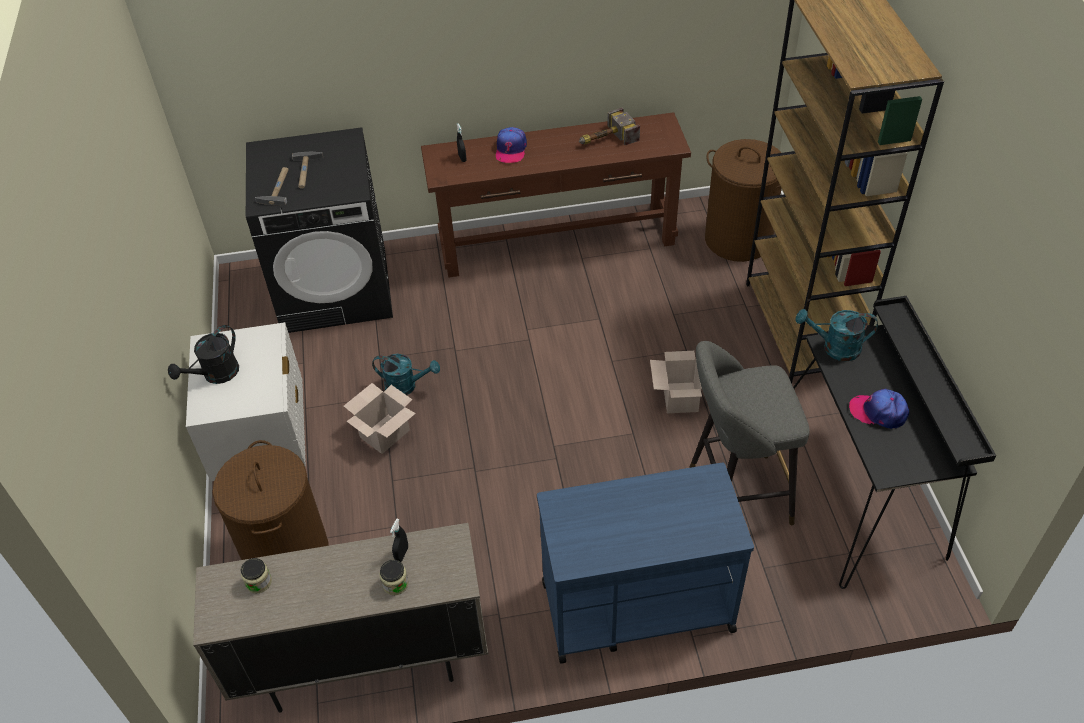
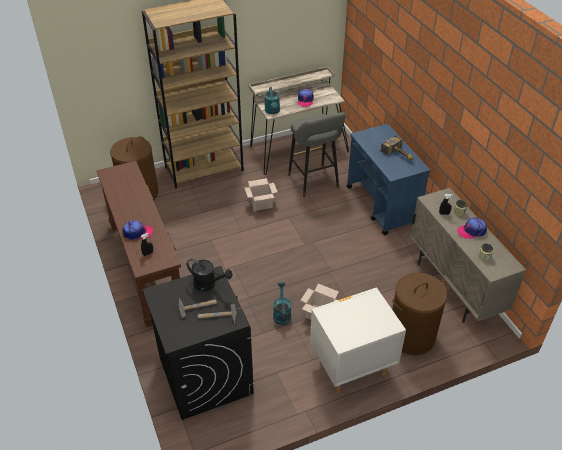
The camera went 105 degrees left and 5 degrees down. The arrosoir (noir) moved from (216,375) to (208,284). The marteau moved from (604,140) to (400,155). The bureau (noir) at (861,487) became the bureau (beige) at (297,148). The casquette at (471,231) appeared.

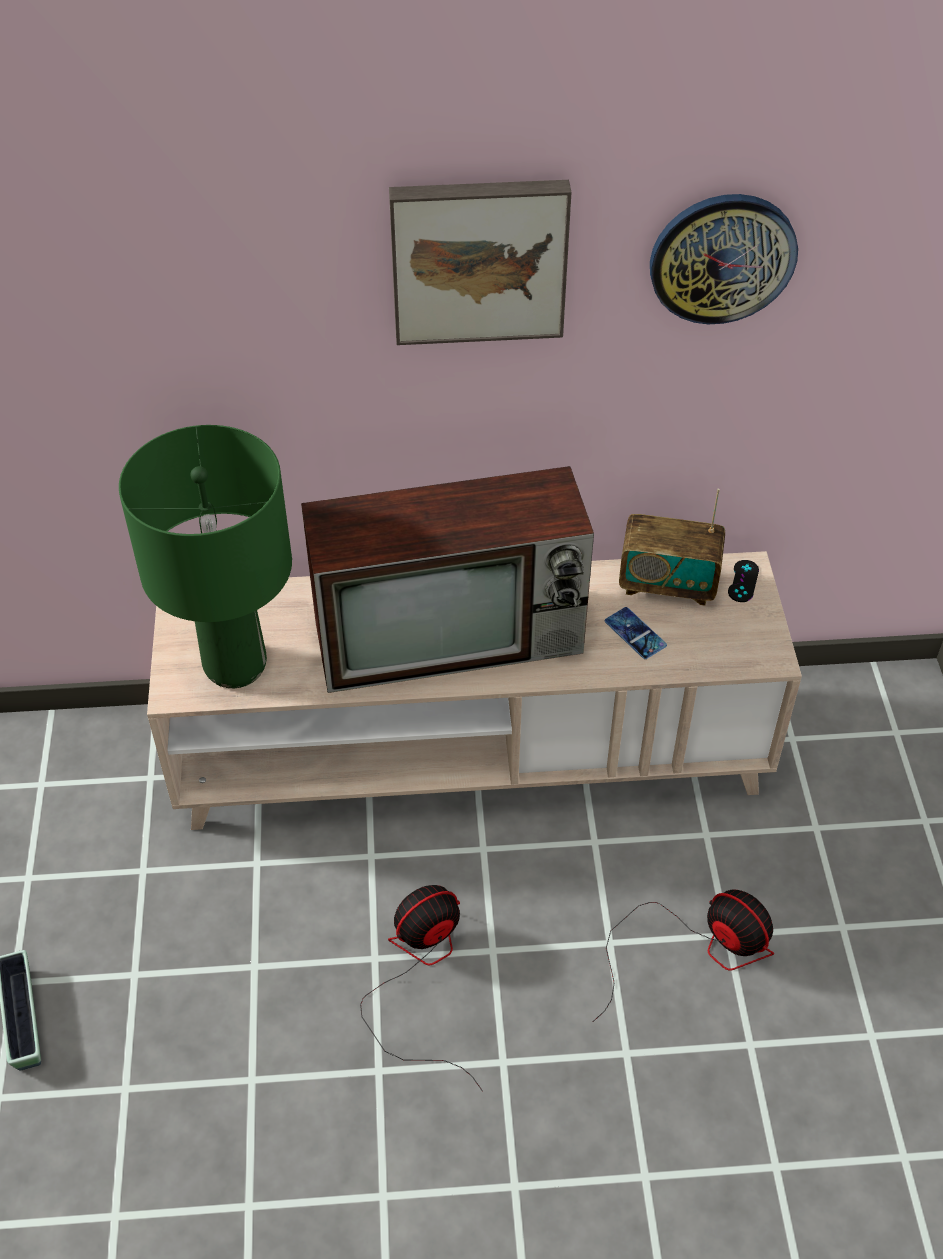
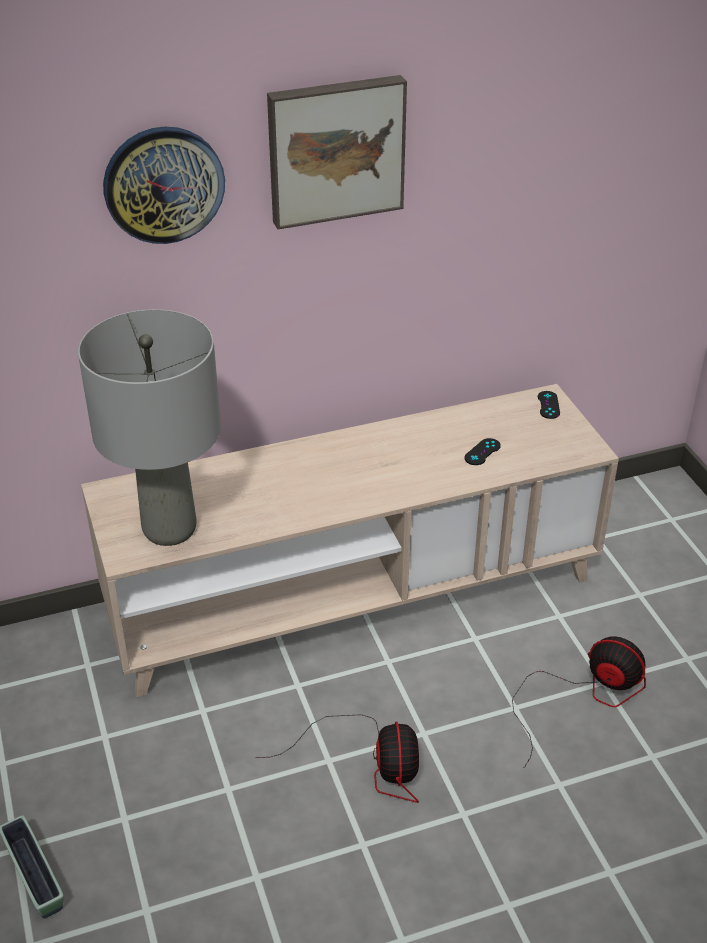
The camera went 15 degrees left and 10 degrees down. The lampe de table (vert) at (235,666) became the lampe de table (gris) at (170,529). The téléviseur at (453,636) disappeared. The ventilateur at (421,974) turned 135 degrees clockwise. The téléphone at (635,633) was replaced by the manette (noir) at (482,452). The radio at (667,583) disappeared. The horloge murale moved from (722,258) to (163,184).

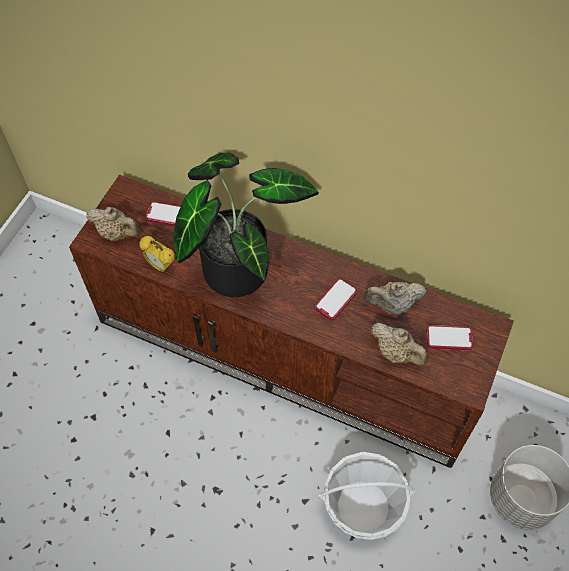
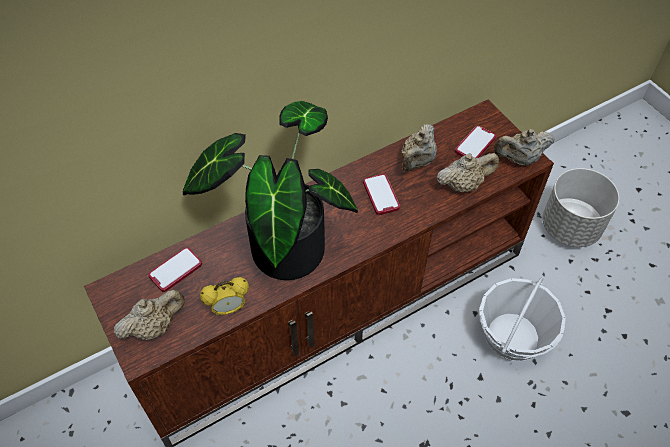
The camera went 55 degrees left and 5 degrees down. The théière (beige) at (519,159) appeared.

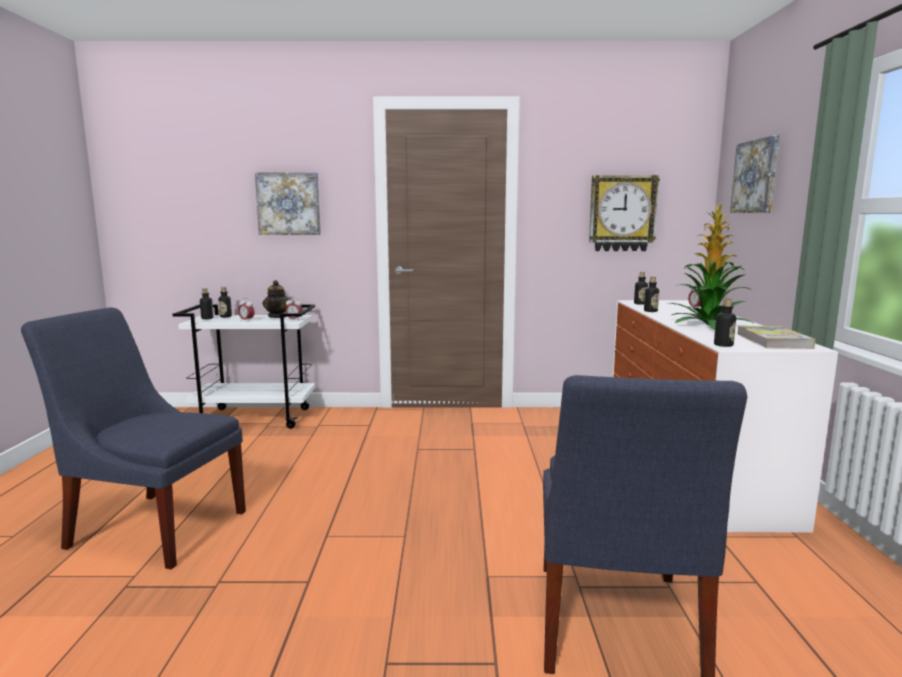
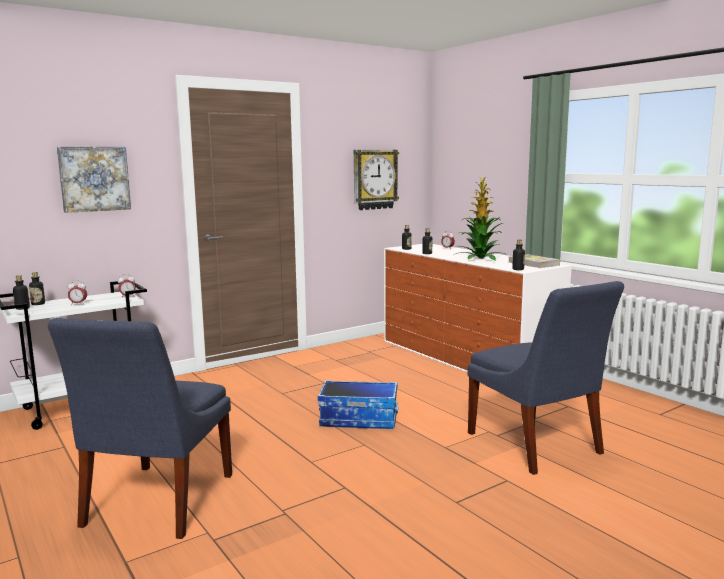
The camera went 35 degrees left and 0 degrees up. The chaise (bleu) at (153,527) turned 60 degrees counterclockwise. The théière at (278,316) disappeared. The tableau at (756,176) disappeared. The boîte de rangement at (359,419) appeared.

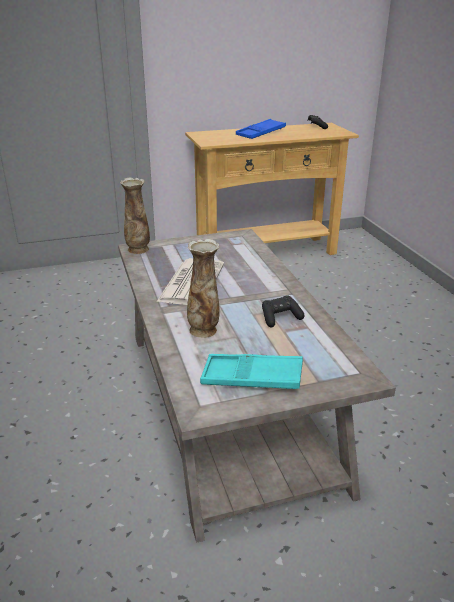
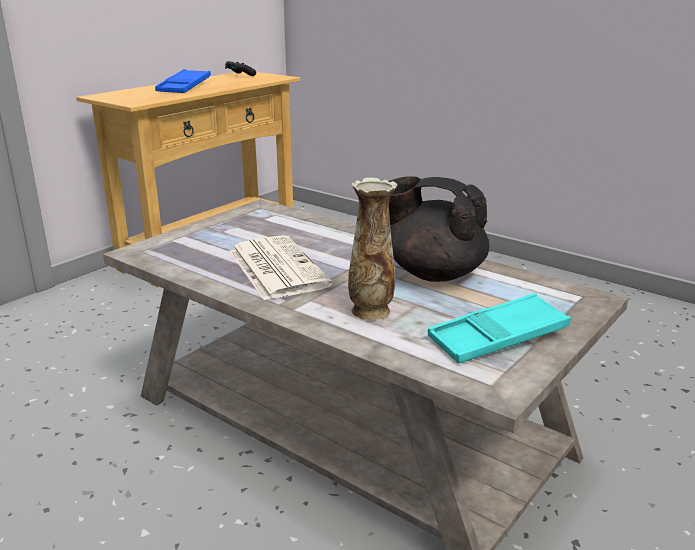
The camera went 35 degrees left and 5 degrees down. The vase at (138,250) disappeared. The manette (noir) at (280,318) was replaced by the théière (noir) at (433,273).

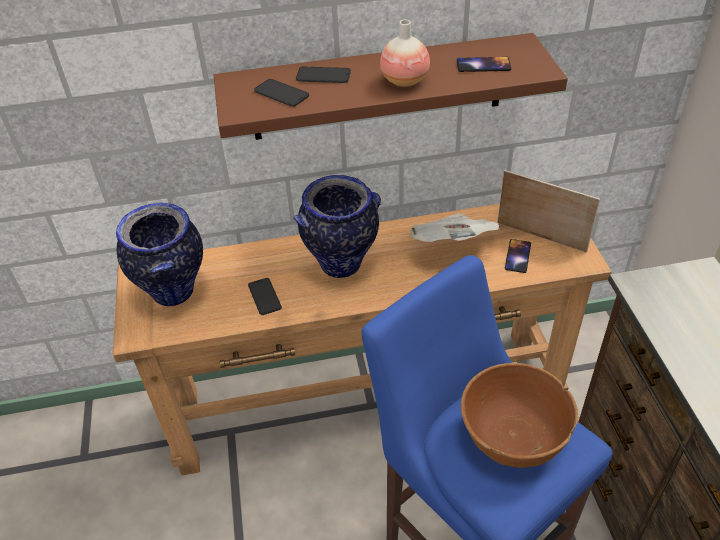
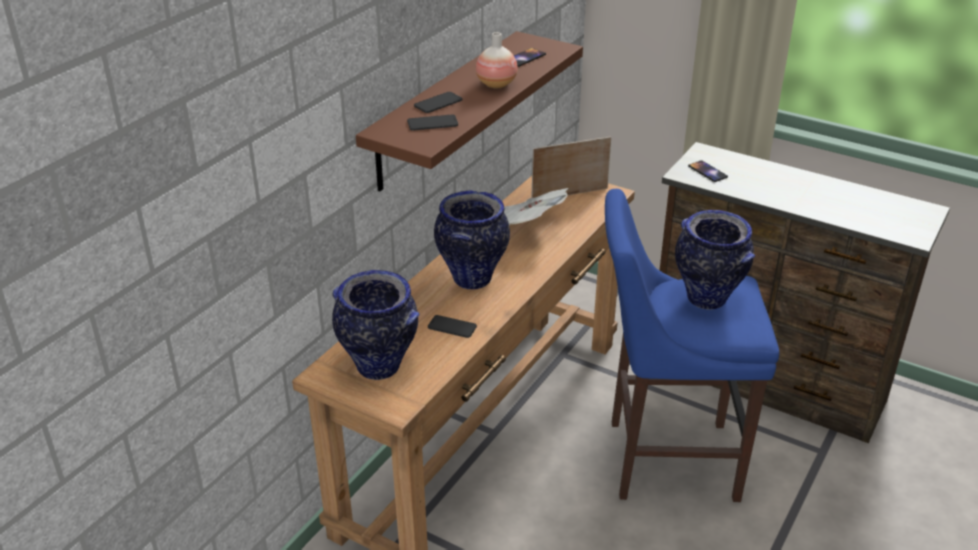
The camera went 50 degrees left and 10 degrees down. The bol (marron) at (513,436) was replaced by the vase at (707,299). The téléphone moved from (517,256) to (707,171).

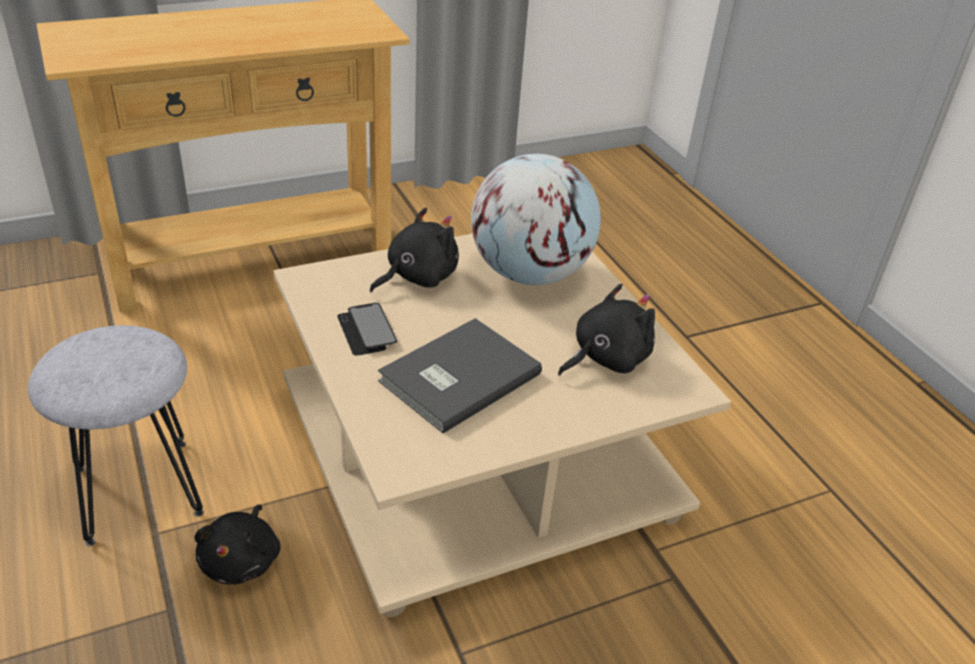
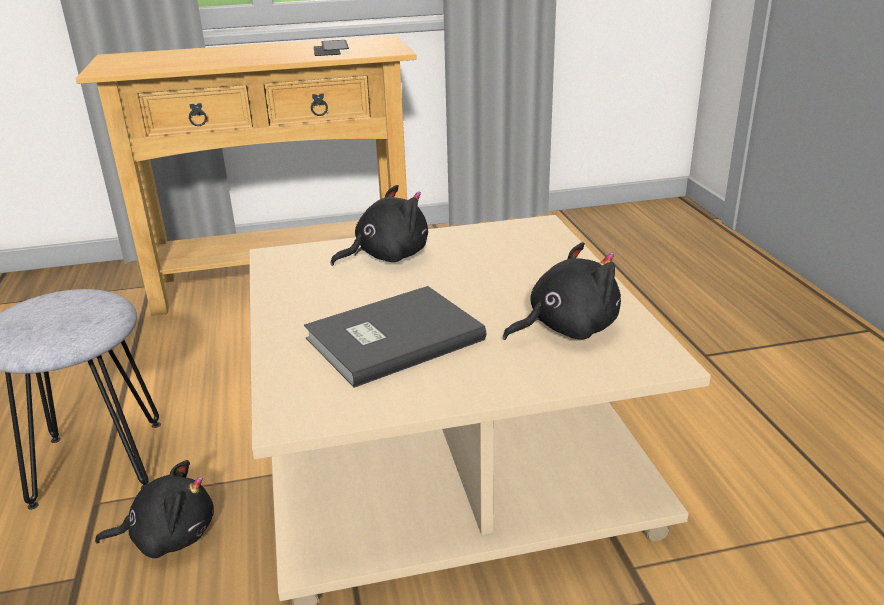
The camera went 15 degrees right and 10 degrees down. The peluche (noir) at (242,560) turned 120 degrees counterclockwise. The téléphone moved from (366,331) to (331,50). The globe at (529,273) disappeared.

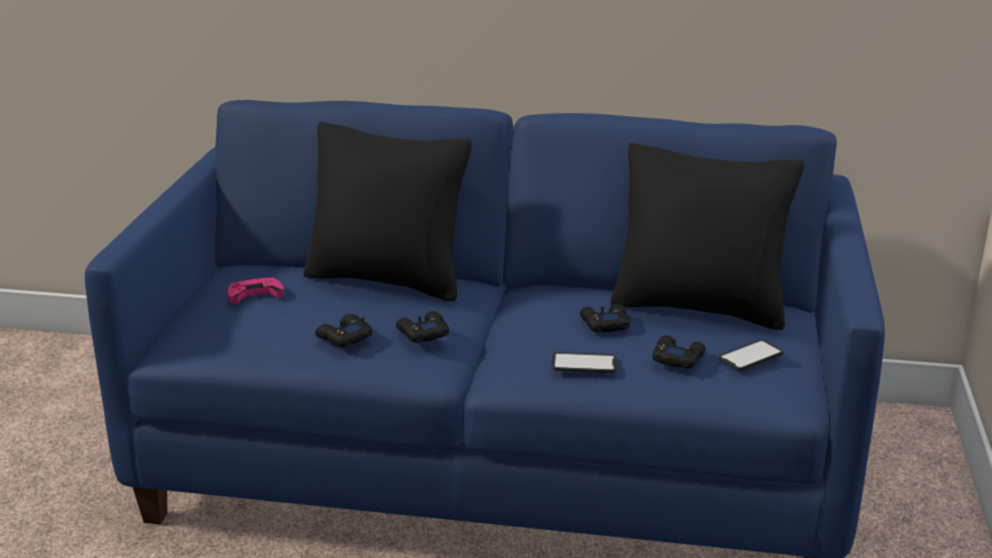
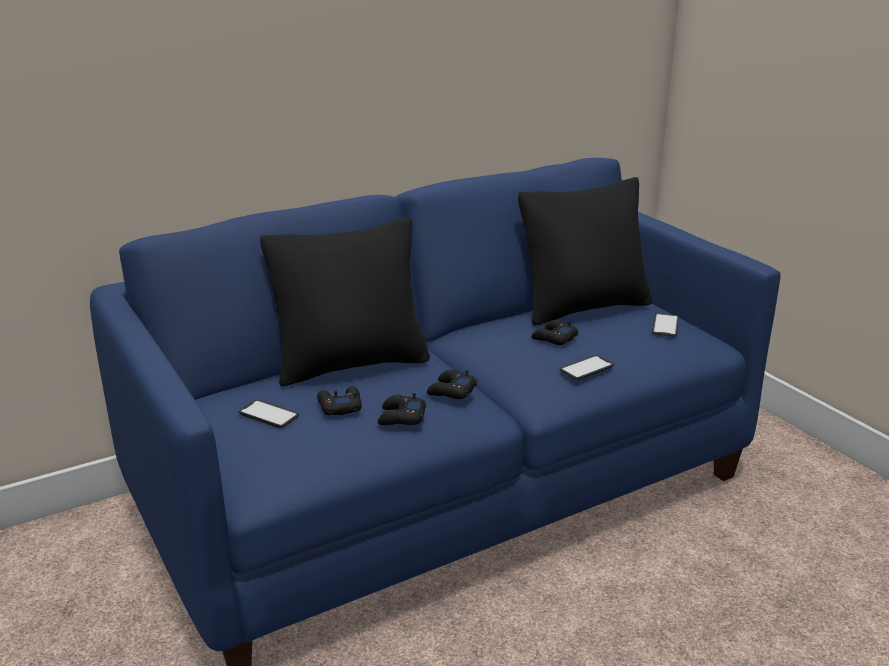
The camera went 40 degrees left and 0 degrees up. The manette (rose) at (255,294) was replaced by the téléphone at (268,415). The manette (noir) moved from (677,358) to (339,406).

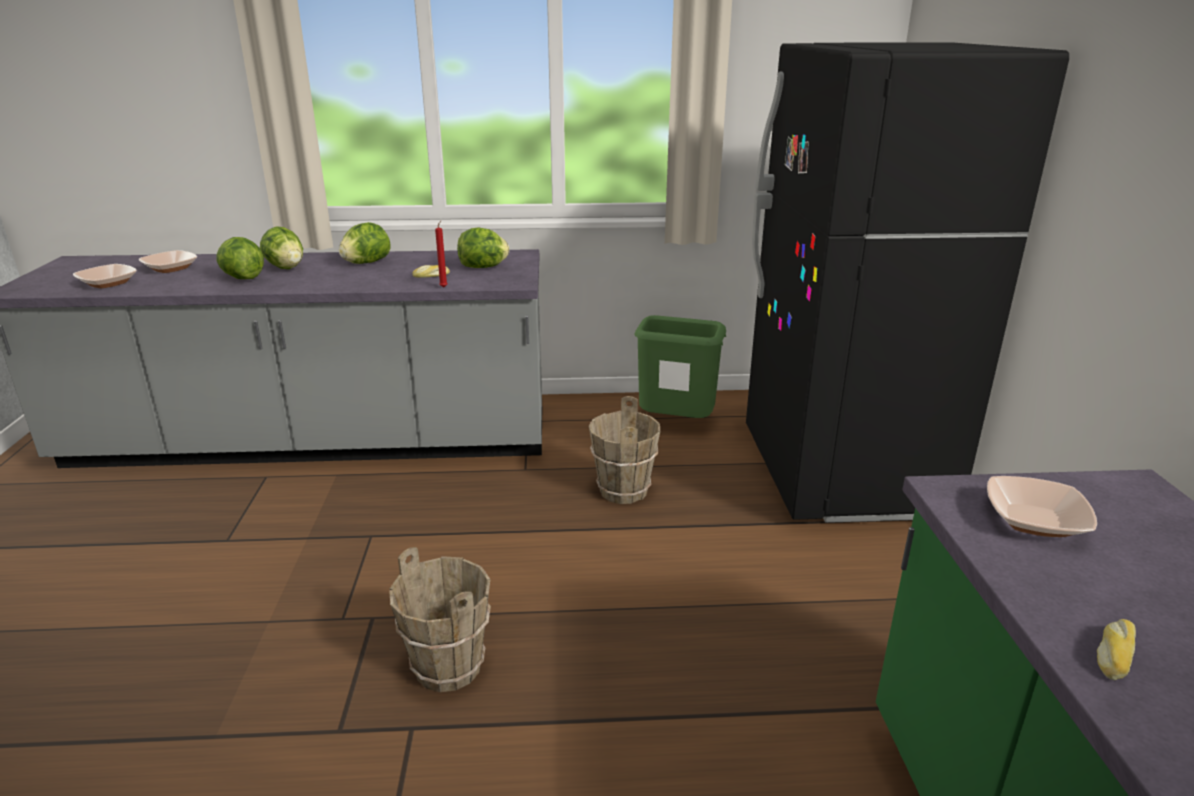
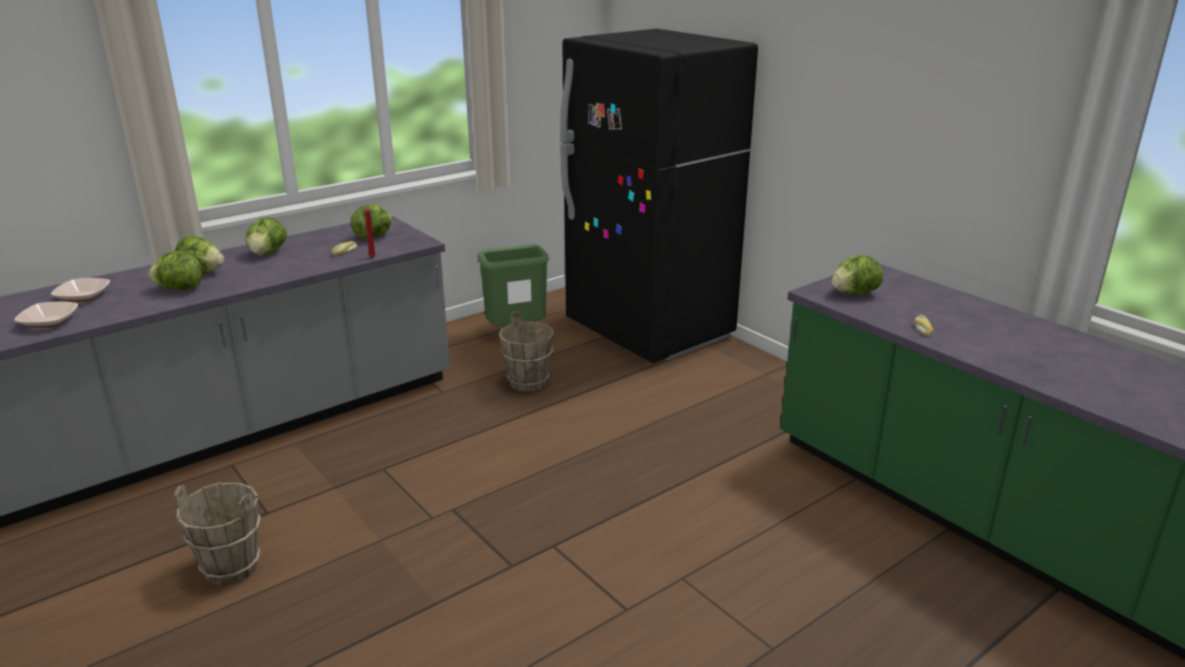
The camera went 35 degrees left and 0 degrees up. The seau (marron) moved from (449,667) to (231,567). The bol at (1034,520) was replaced by the laitue at (854,293).

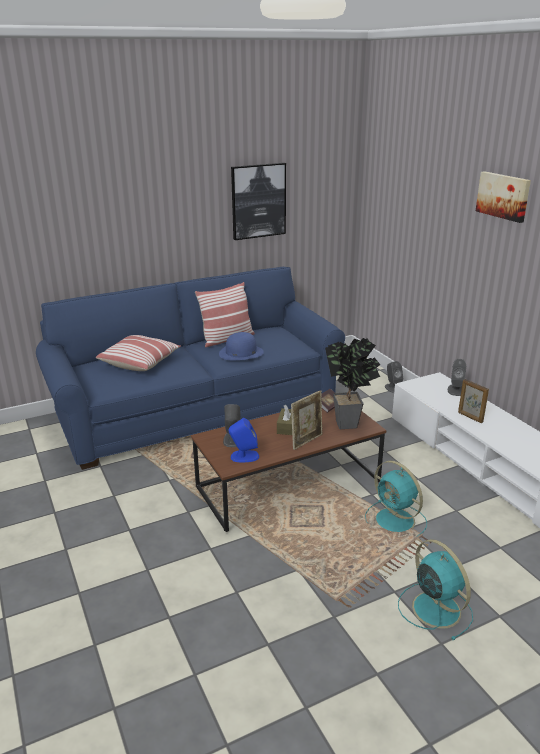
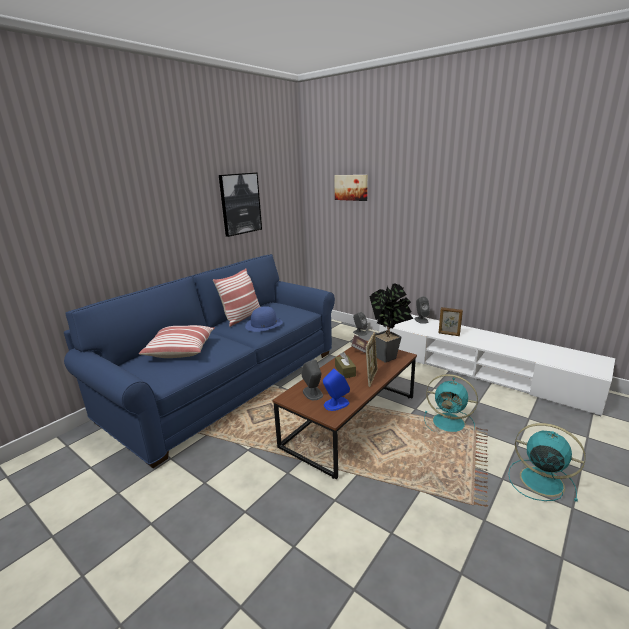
The camera went 25 degrees left and 5 degrees down. The tableau moved from (503,196) to (351,187).

